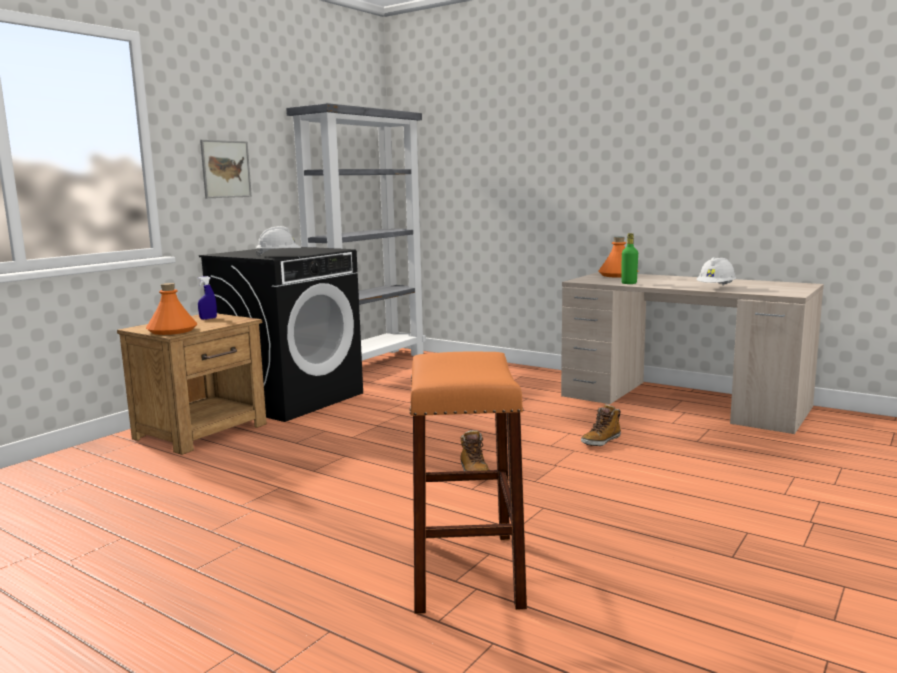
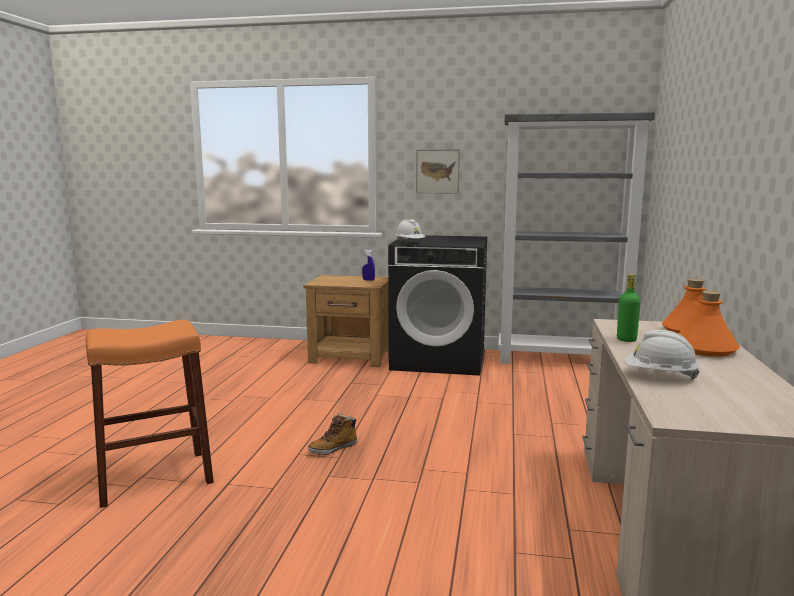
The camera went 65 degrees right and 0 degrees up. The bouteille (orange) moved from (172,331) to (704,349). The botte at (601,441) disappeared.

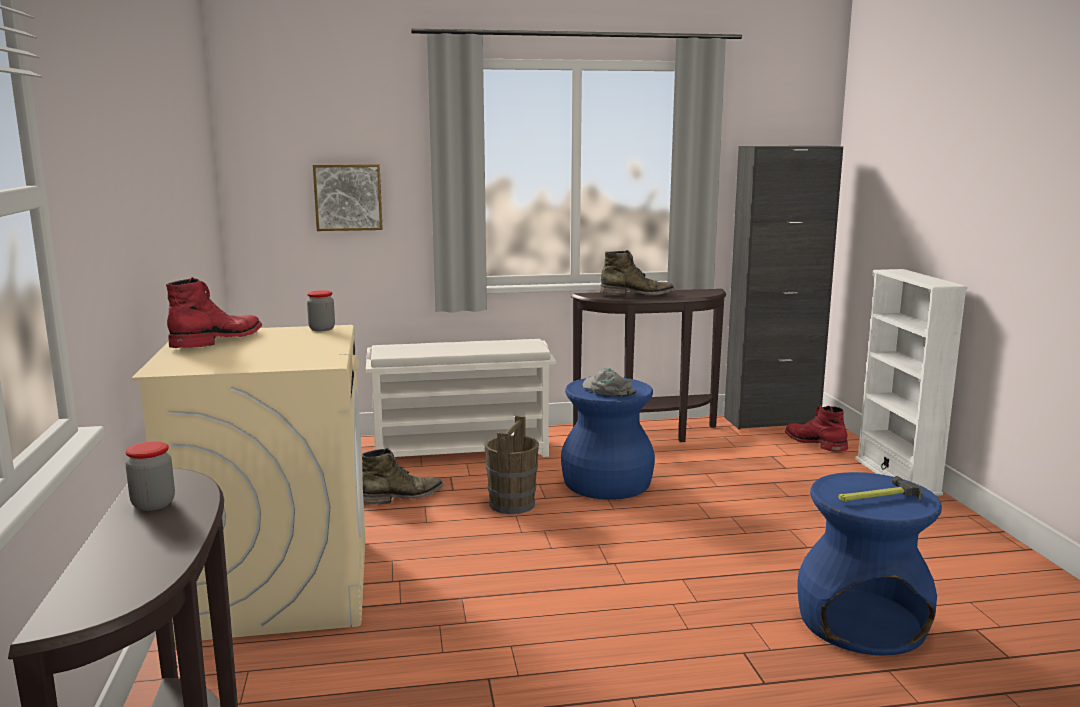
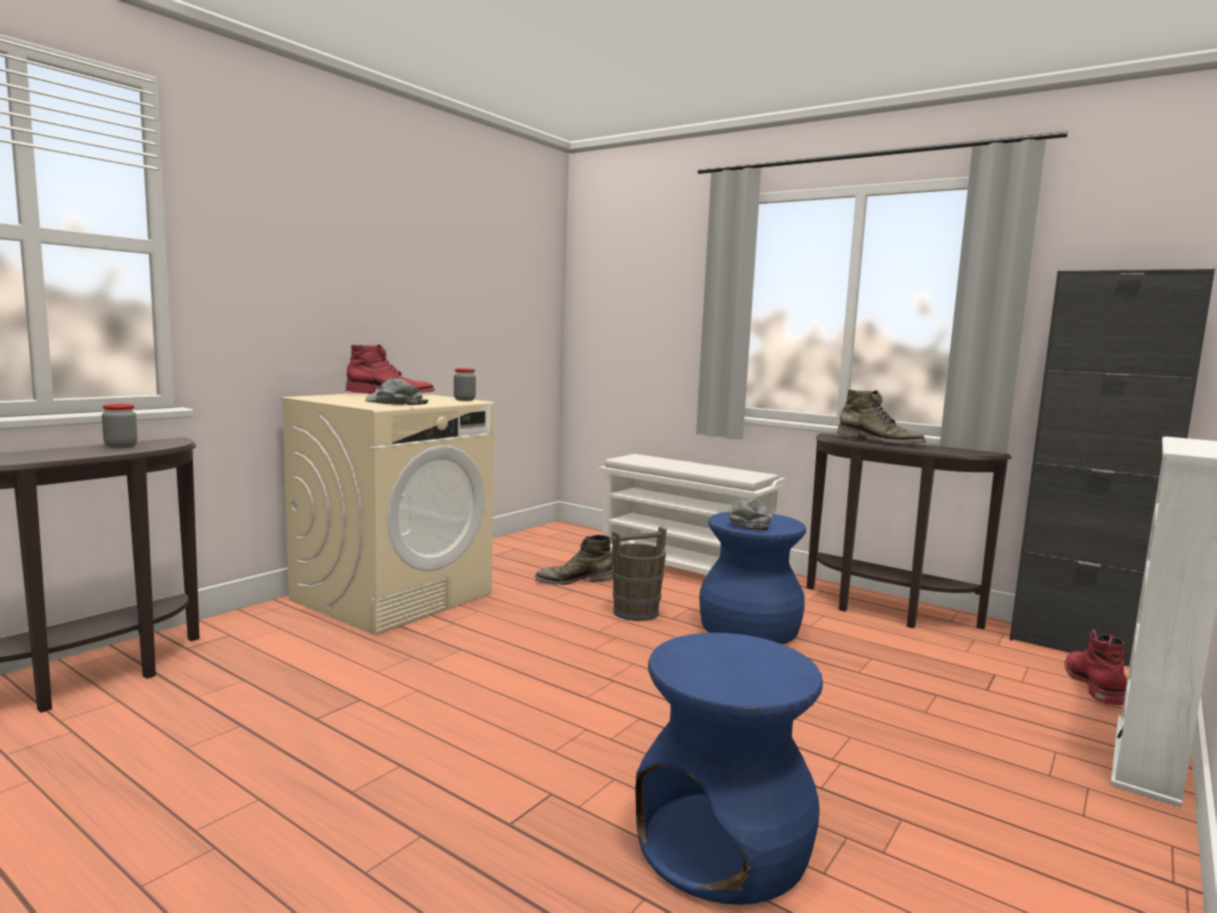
The camera went 45 degrees right and 5 degrees down. The tableau at (348,197) disappeared. The botte (vert) at (402,497) turned 150 degrees clockwise. The marteau at (877,497) disappeared. The casquette (gris) at (394,402) appeared.

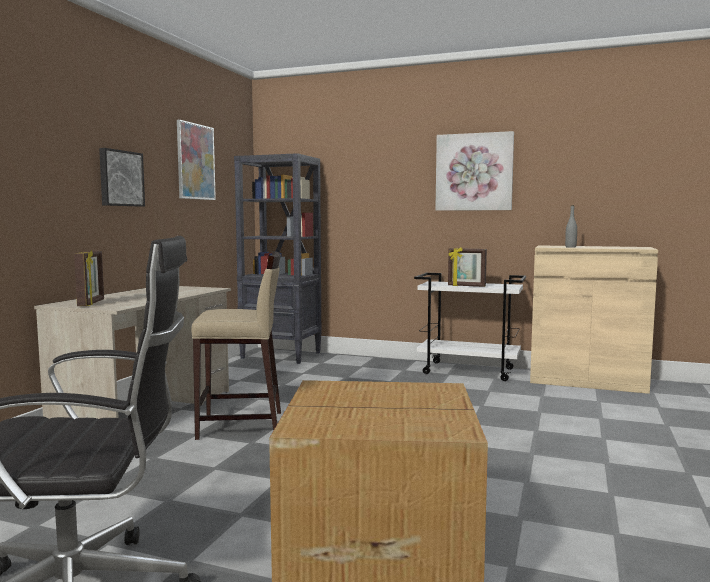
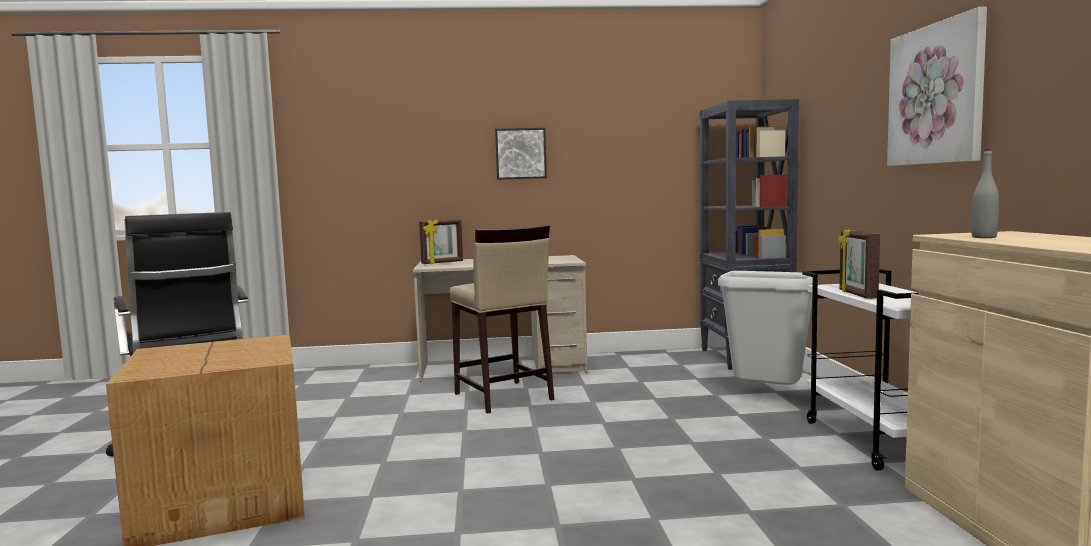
The camera went 65 degrees right and 0 degrees up. The tableau at (195,161) disappeared. The poubelle (gris) at (765,396) appeared.

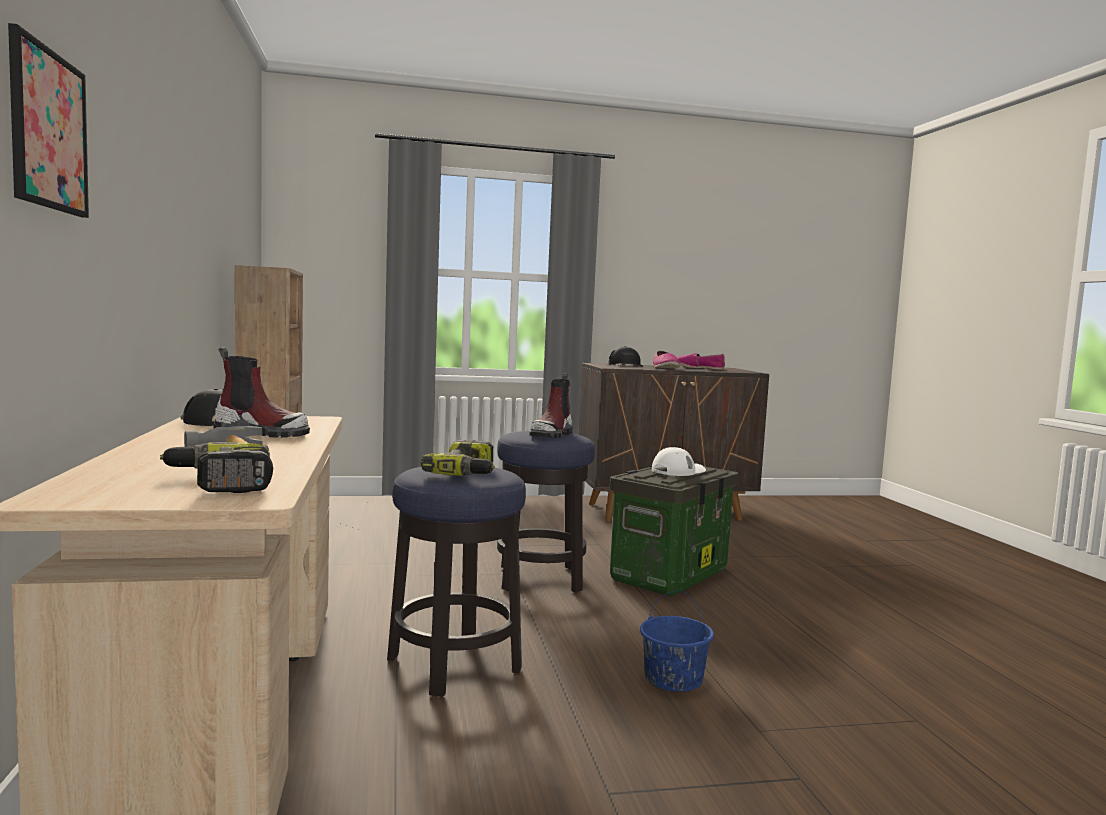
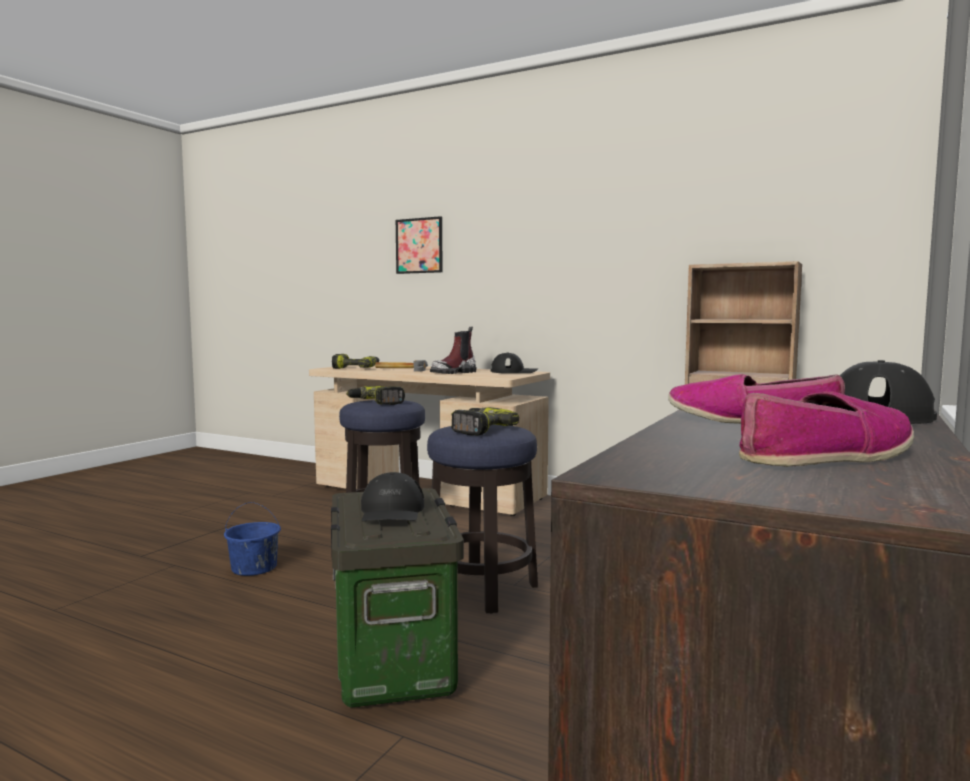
The camera went 130 degrees right and 0 degrees up. The botte at (552,434) was replaced by the perceuse at (479,429). The casquette (blanc) at (678,471) became the casquette (noir) at (392,512).

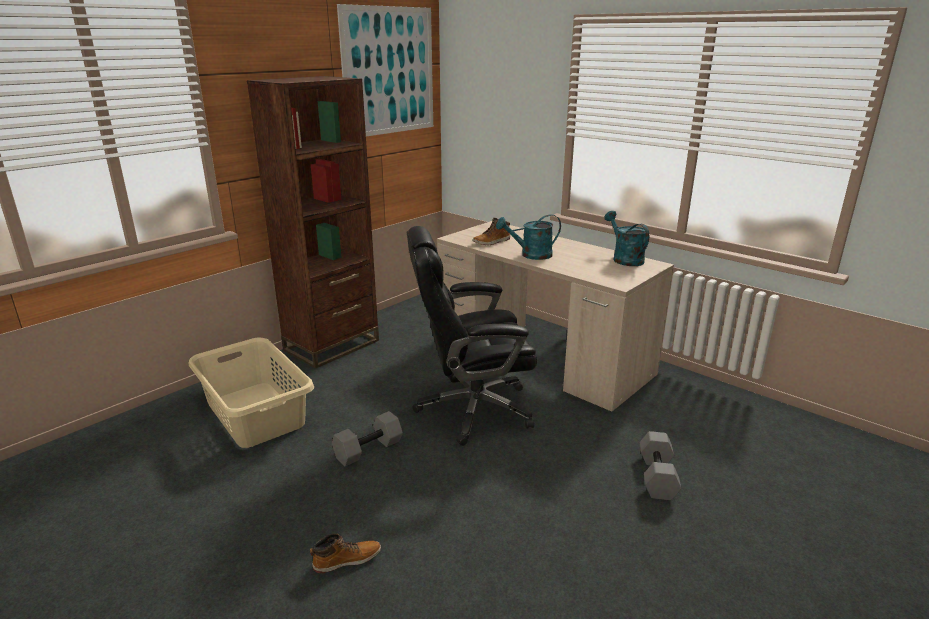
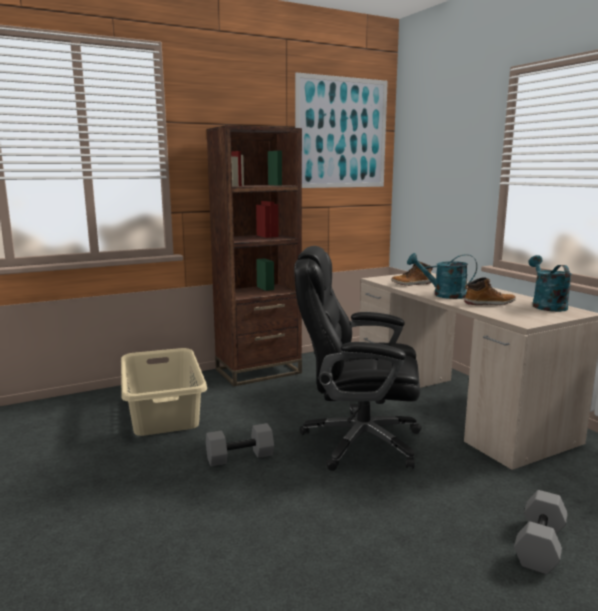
The camera went 20 degrees right and 10 degrees down. The botte moved from (347,559) to (489,303).

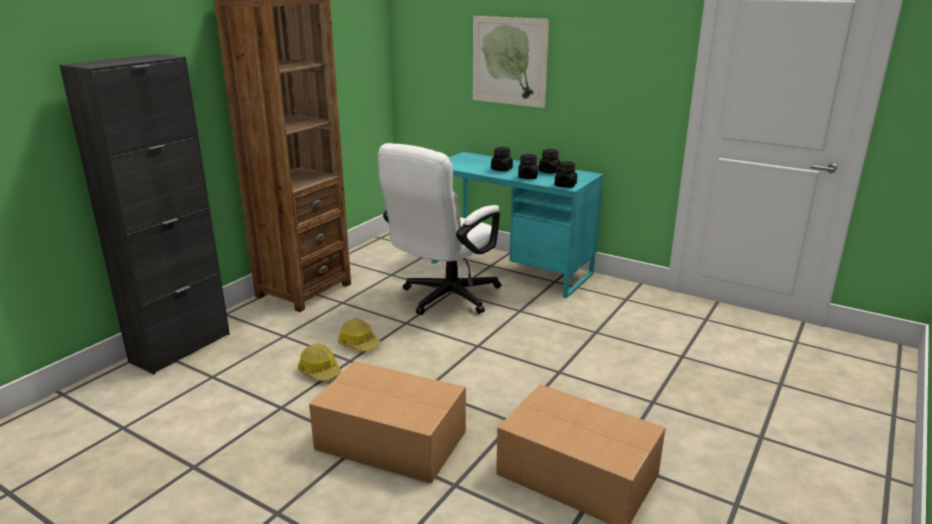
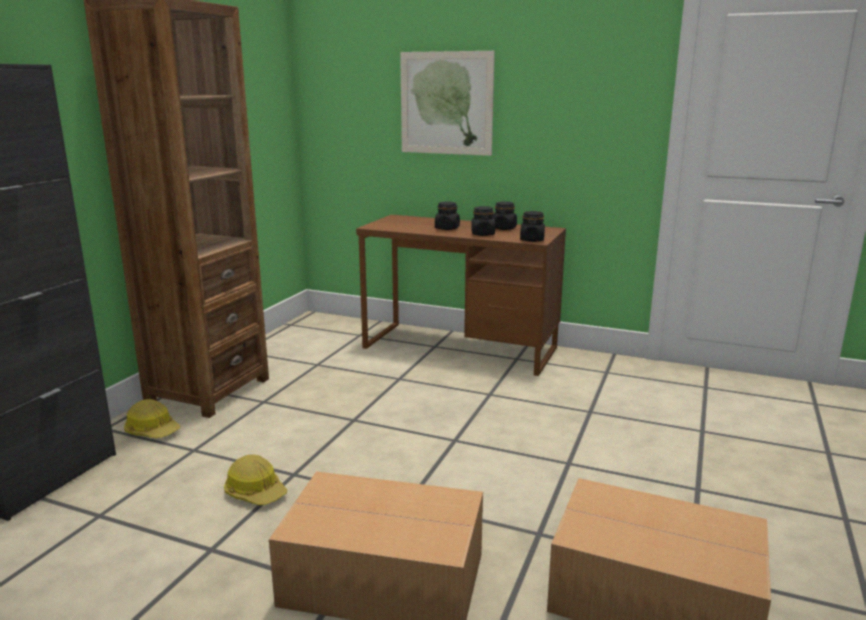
The camera went 10 degrees left and 5 degrees down. The casque de chantier moved from (359,343) to (152,430). The chaise de bureau (blanc) at (444,299) disappeared. The bureau (turquoise) at (511,268) became the bureau (marron) at (460,348).

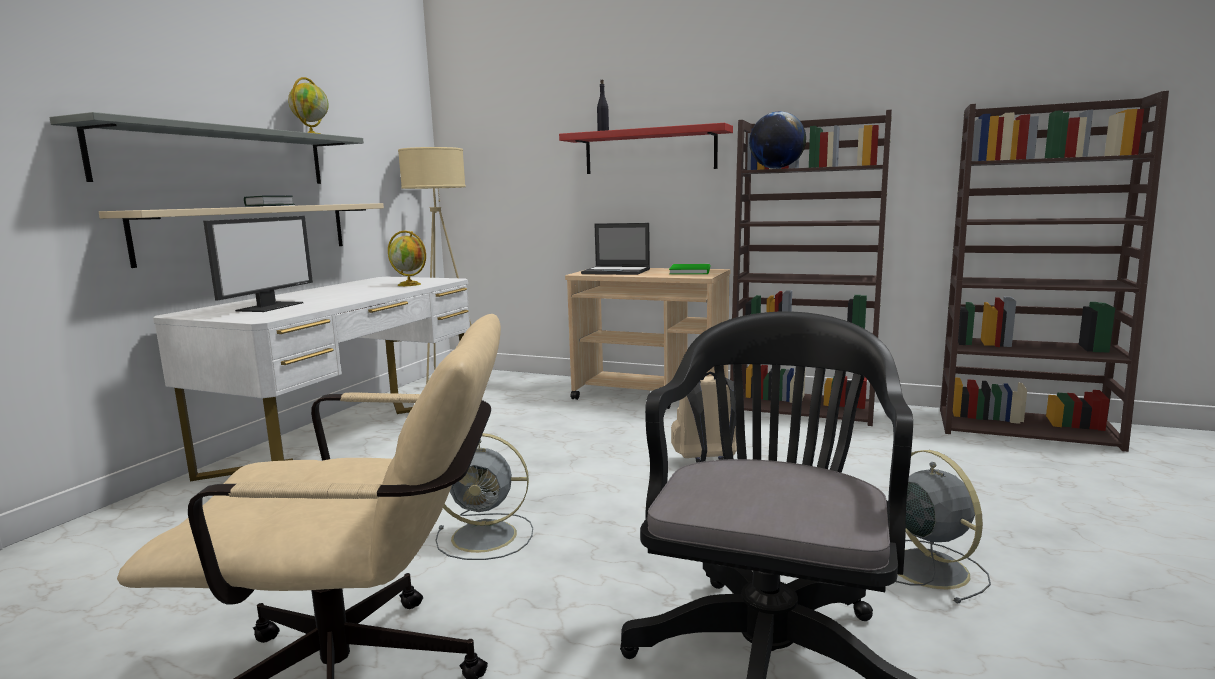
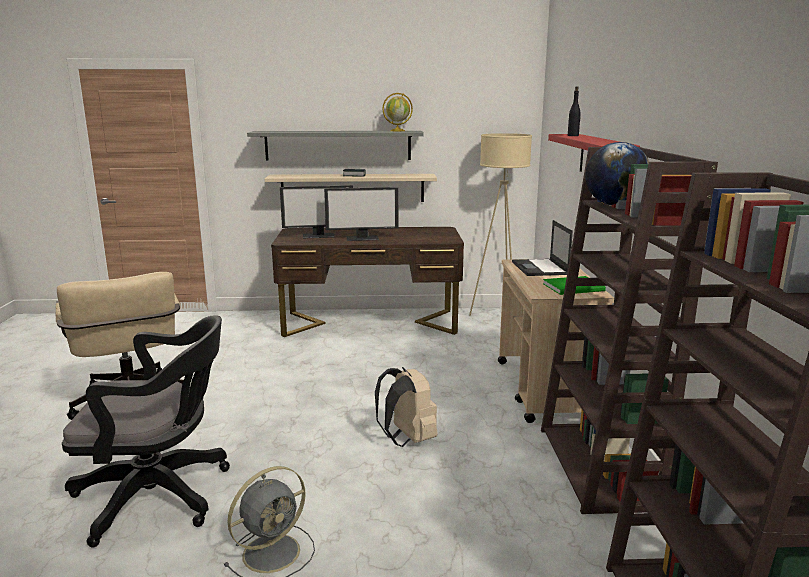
The camera went 65 degrees right and 5 degrees up. The bureau (blanc) at (350,435) became the bureau (marron) at (370,323). The globe at (410,284) disappeared. The ventilateur (gris) at (487,536) disappeared. The écran d'ordinateur at (362,238) appeared.

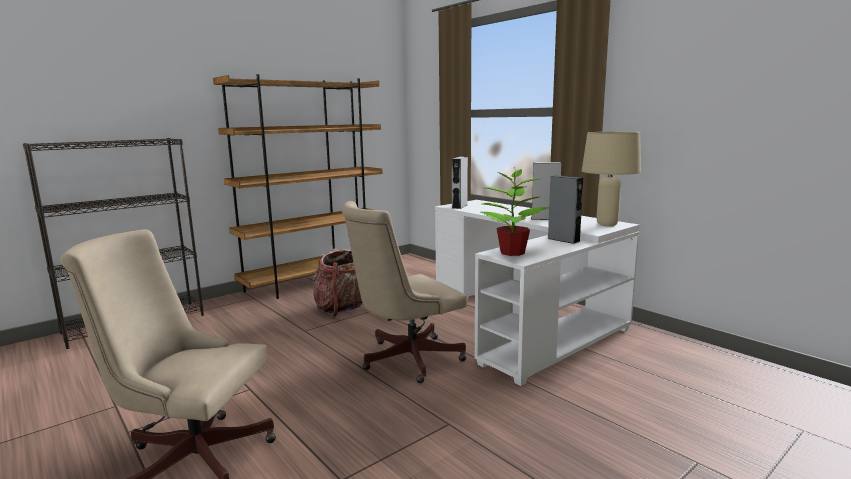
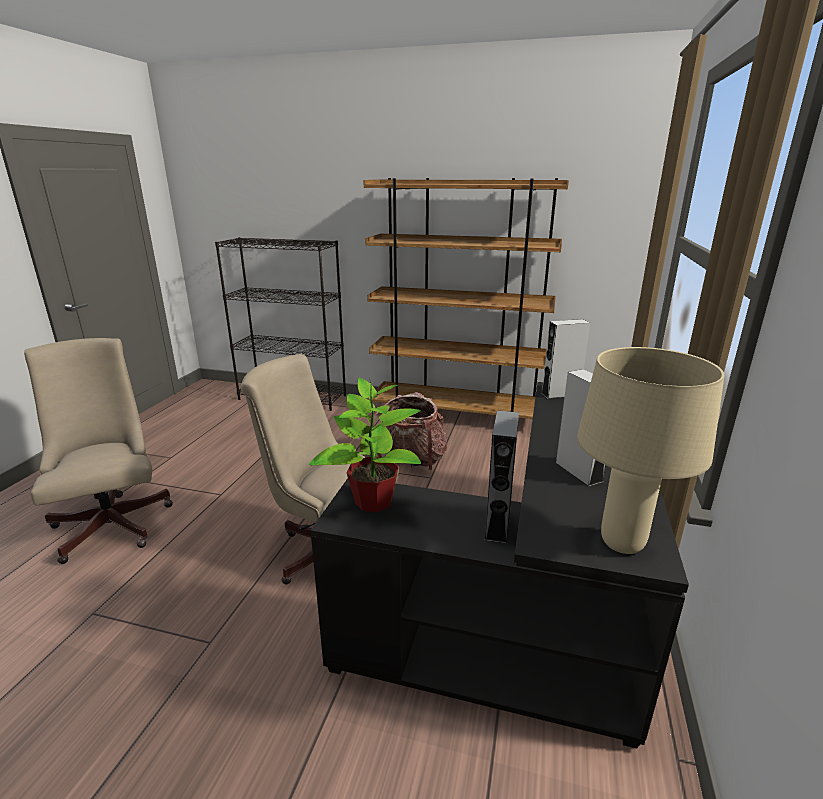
The camera went 55 degrees right and 10 degrees up. The bureau (blanc) at (526,320) became the bureau (noir) at (532,603).

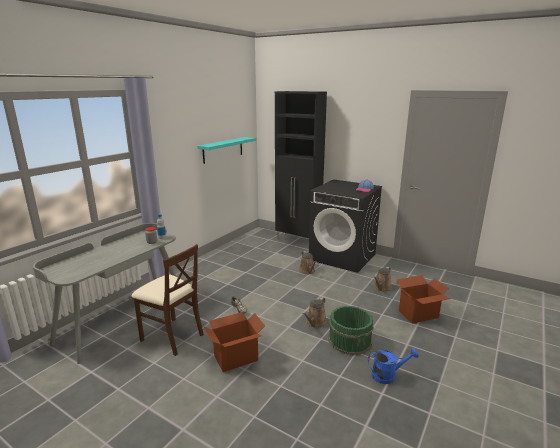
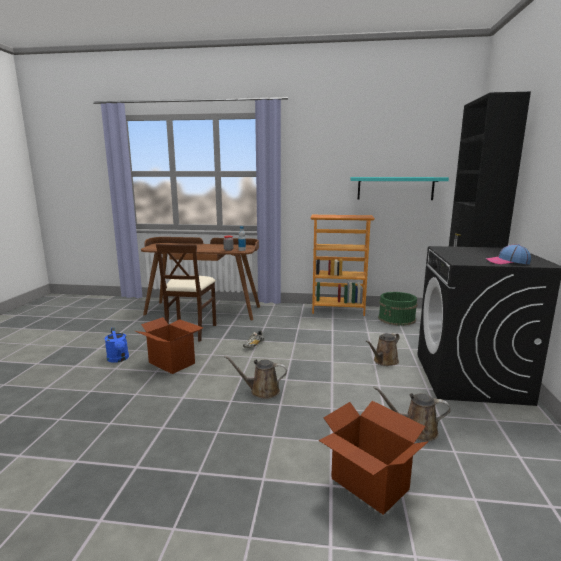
The camera went 65 degrees right and 5 degrees down. The bureau (gris) at (123,319) became the bureau (marron) at (203,310). The seau (vert) moved from (350,340) to (397,319). The arrosoir (bleu) moved from (388,375) to (119,359). The bibliothèque at (338,310) appeared.

